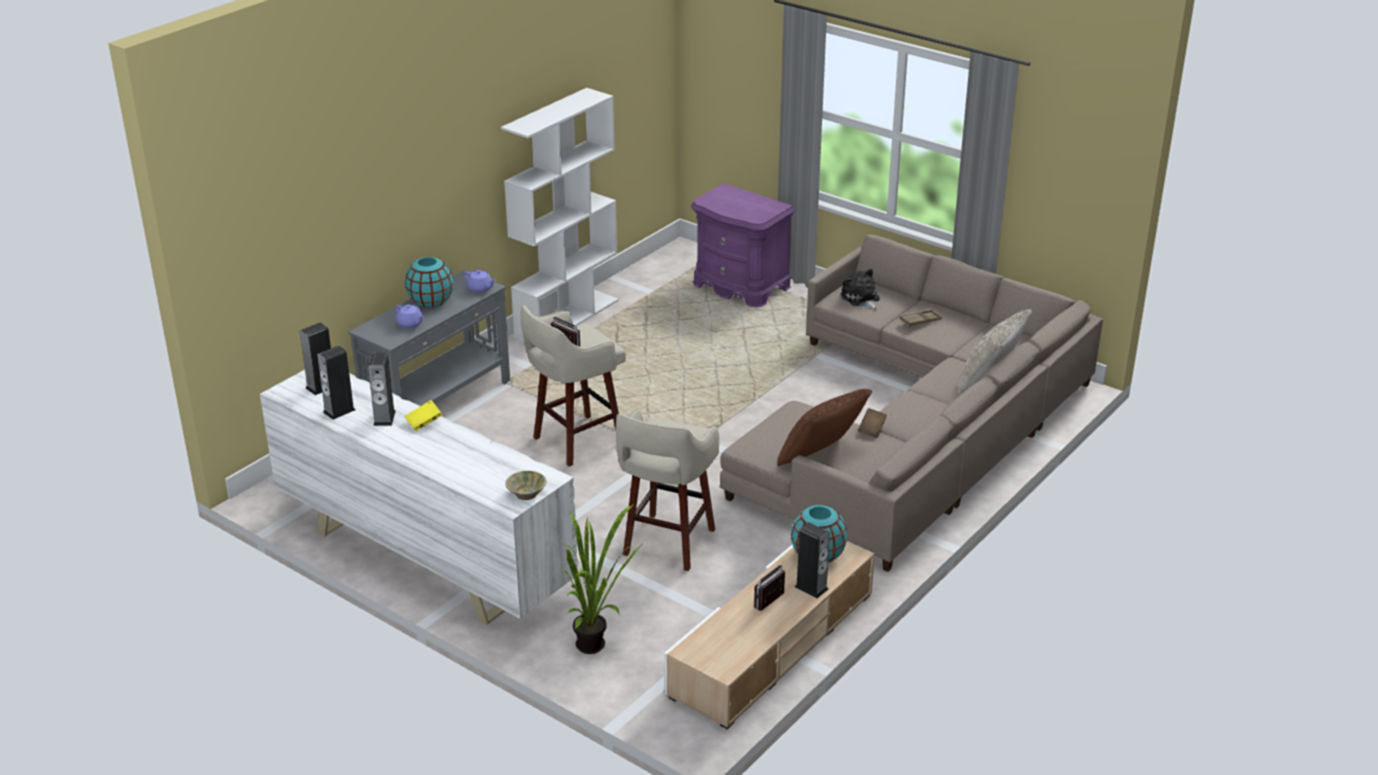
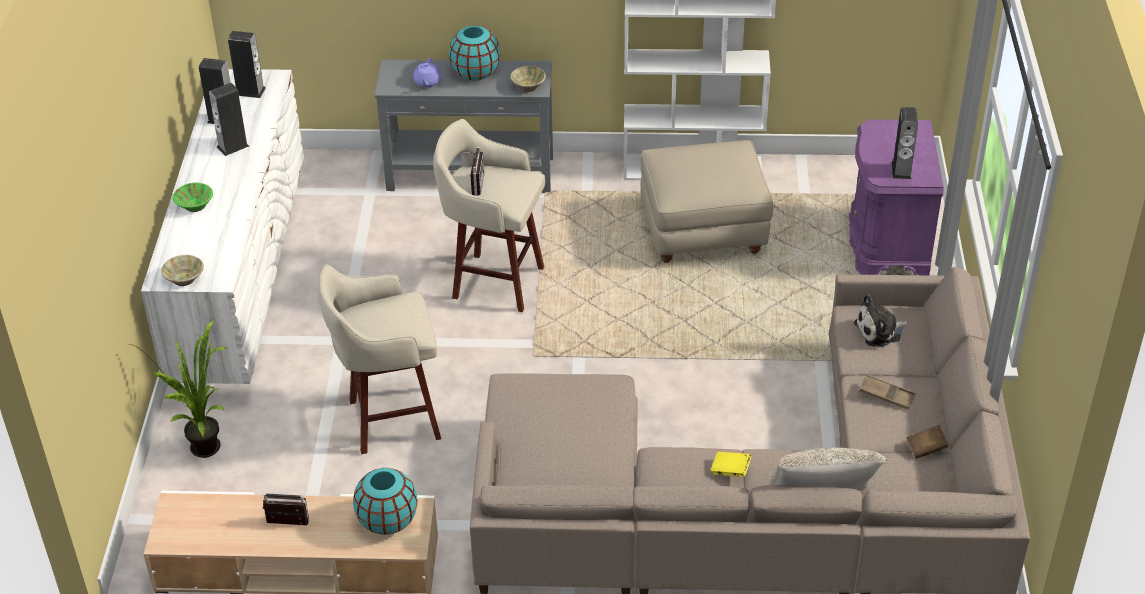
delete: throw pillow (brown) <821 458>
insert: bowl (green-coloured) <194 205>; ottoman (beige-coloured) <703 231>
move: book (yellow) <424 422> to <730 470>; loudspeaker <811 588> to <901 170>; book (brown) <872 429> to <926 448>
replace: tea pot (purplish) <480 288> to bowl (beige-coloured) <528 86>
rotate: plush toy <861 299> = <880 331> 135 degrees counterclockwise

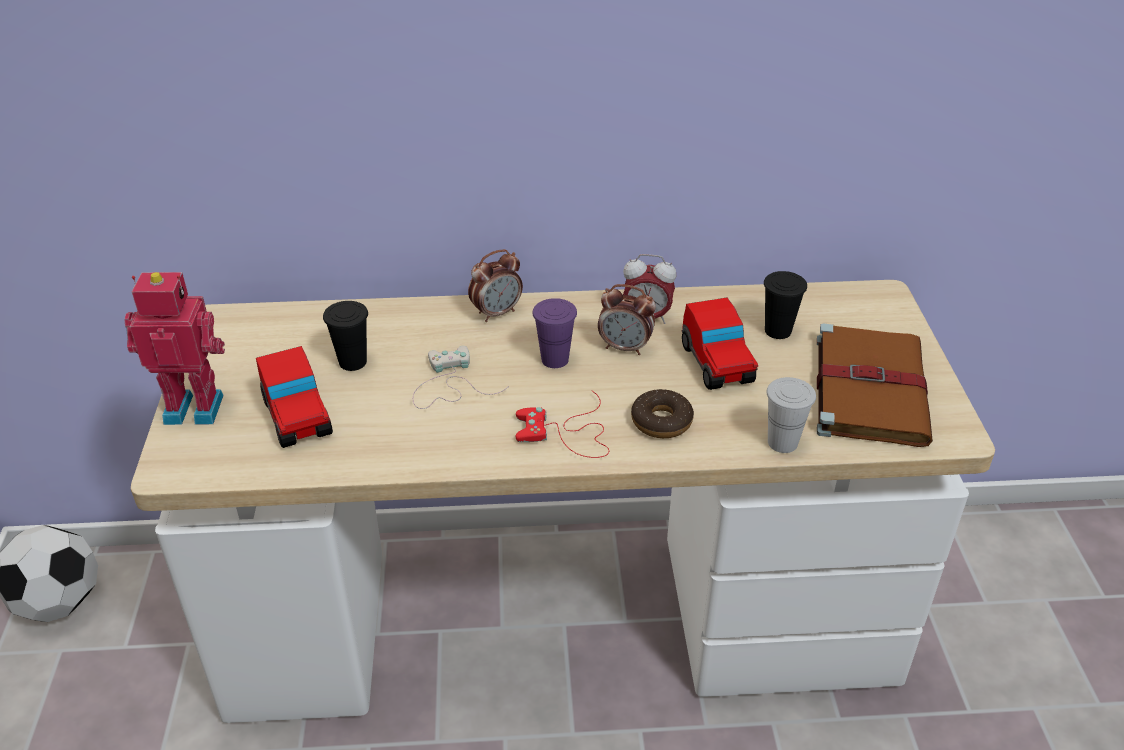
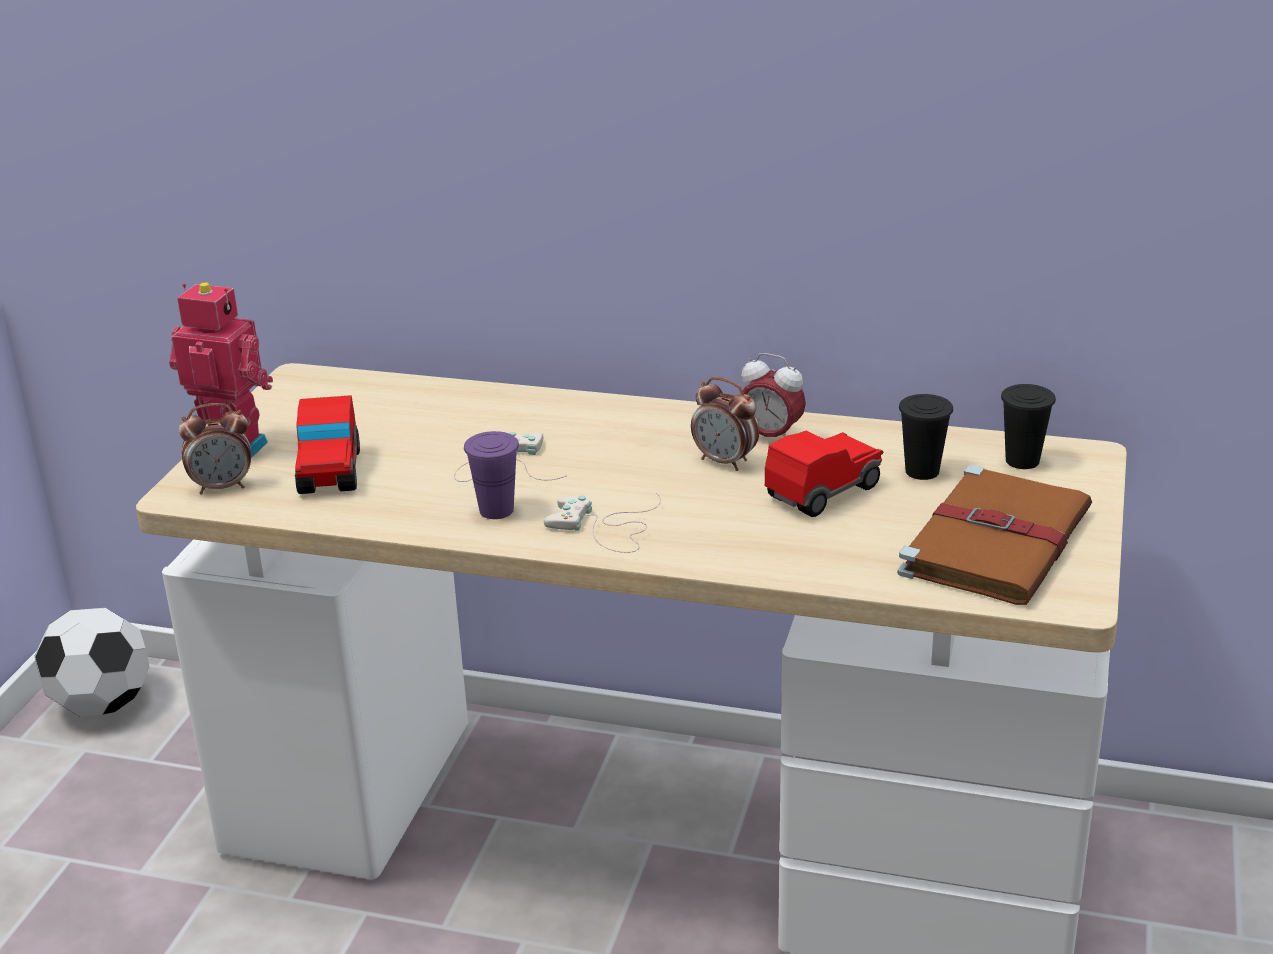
delete: ring doughnut <661 421>; cup (whitish) <782 442>
move: cup (blackish) <353 362> to <1022 461>; bedside clock <497 313> to <222 487>; cup (purplish) <555 359> to <496 510>
recolor: gamepad (red) <567 433> to gamepad (whitish) <606 528>
rotate: model car <717 364> = <823 492> 135 degrees counterclockwise

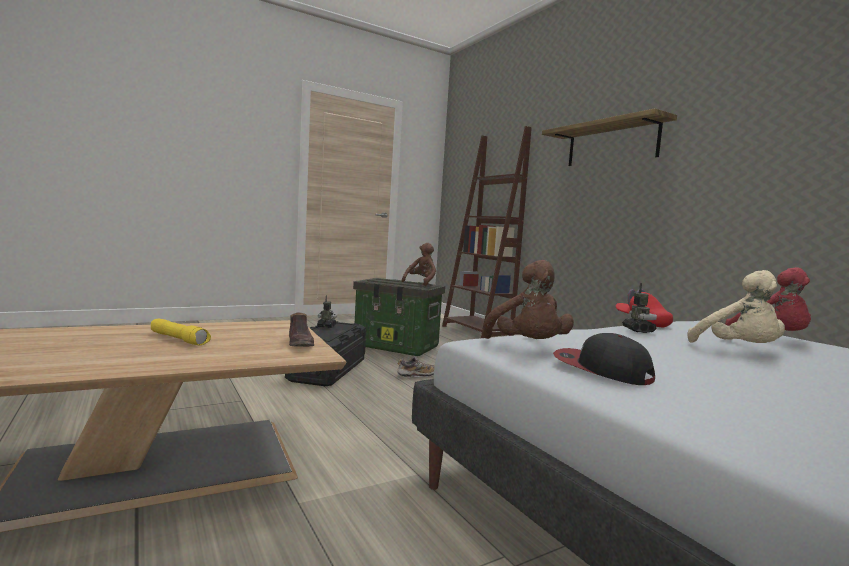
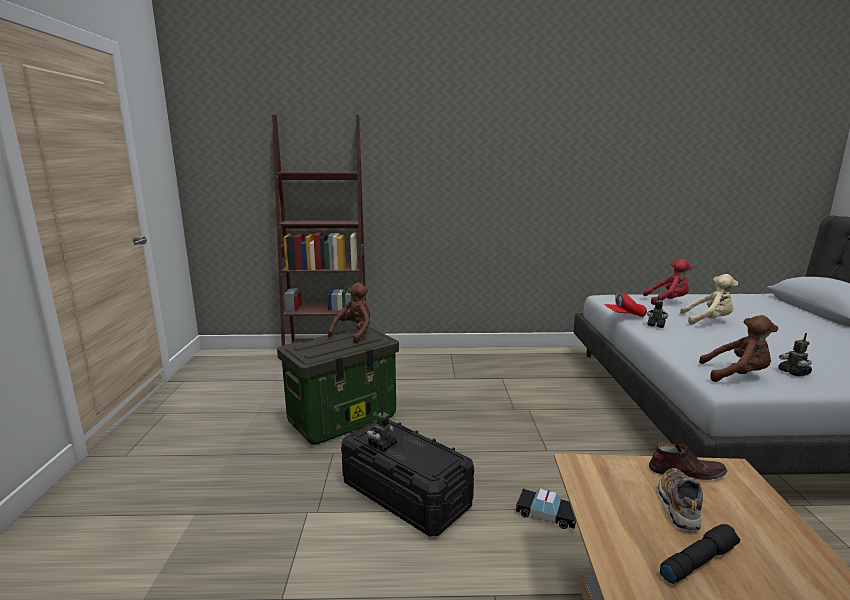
delete: wall shelf <611 144>
insert: model car <547 514>
move: item of footwear <417 375> to <678 506>
replace: peaked cap <601 370> to toy robot <794 372>
recolor: hand torch (yellow) <179 339> to hand torch (blackish) <697 560>
rotate: plush toy (brown) <421 283> = <354 333> 60 degrees clockwise

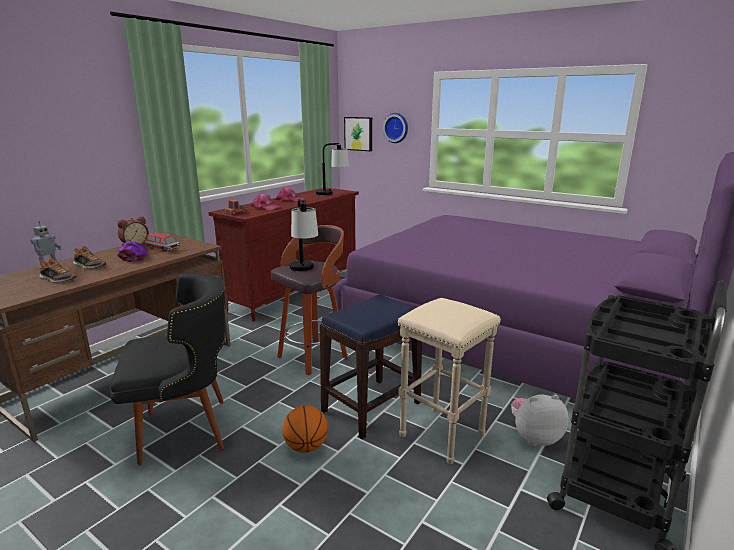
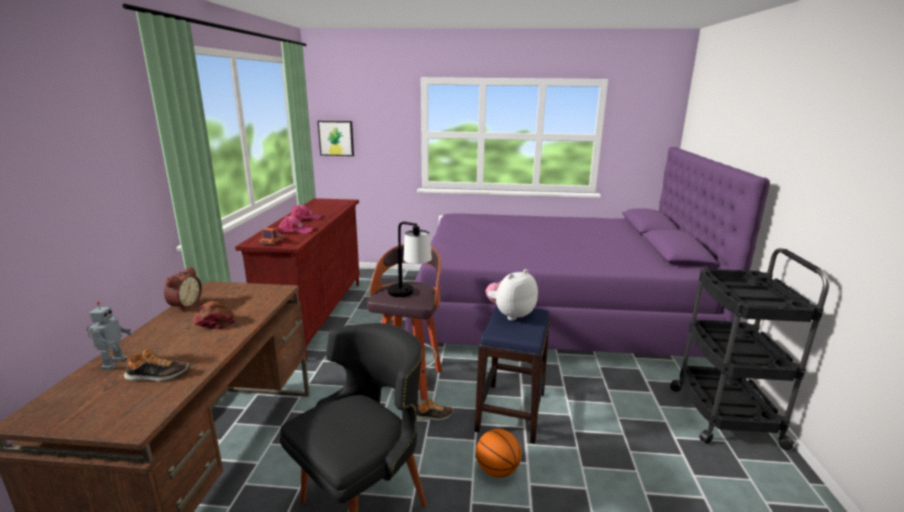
delete: model car <163 248>; table lamp <332 193>; wall clock <396 128>; stool (beige-coloured) <441 433>
move: item of footwear <89 266> to <434 416>; plush toy <534 437> to <510 314>
recolor: peaked cap (purplish) <134 257> to peaked cap (brown) <213 320>

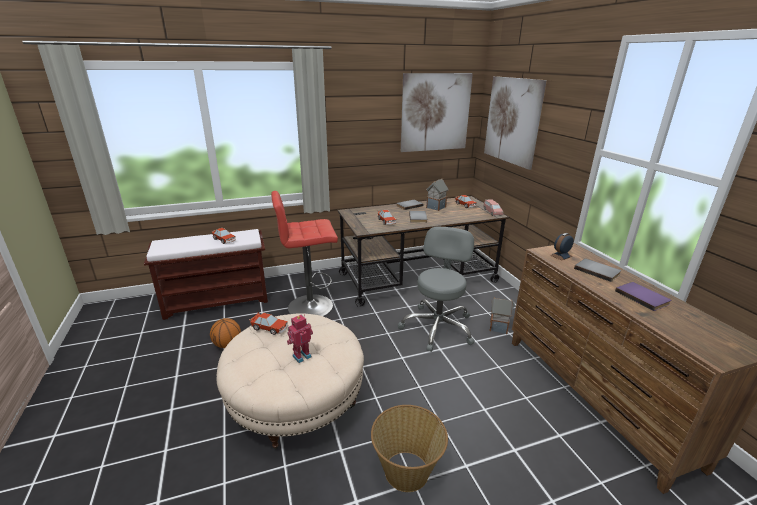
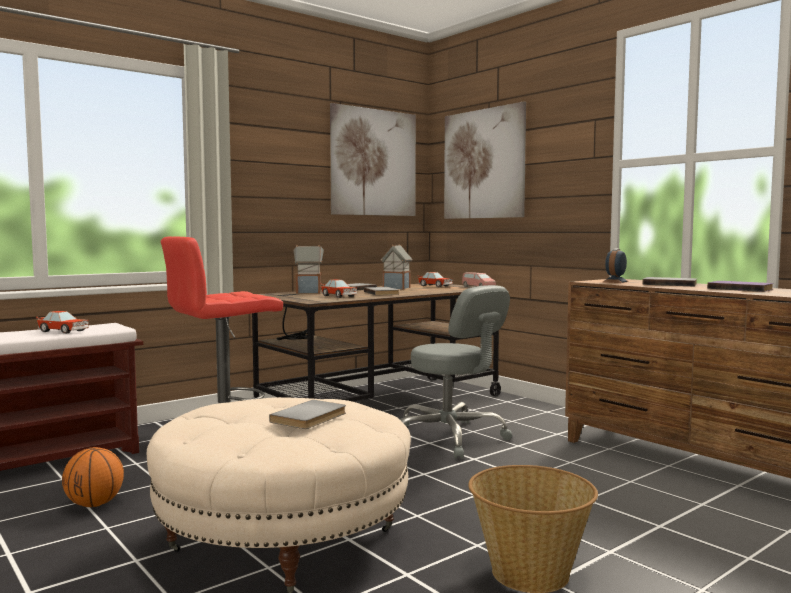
delete: model car <270 328>
move: miniature house <499 327> to <309 292>
replace: toy robot <301 356> to book (gray) <311 418>
rotate: desk chair (gray) <438 325> = <452 439> 135 degrees clockwise

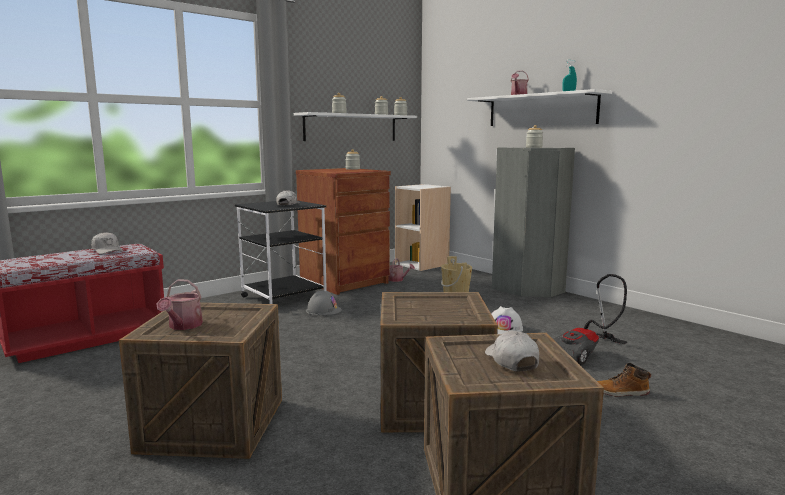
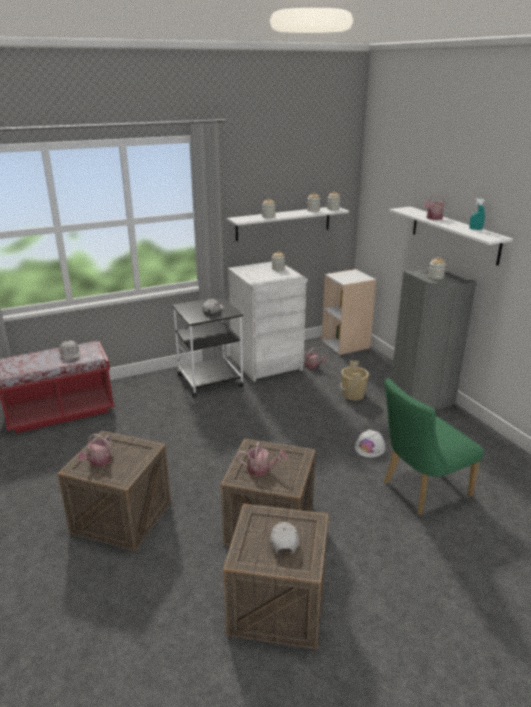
delete: safety helmet (gray) <323 310>; boot <621 392>
insert: sprinkling can <261 470>
replace: vacuum cleaner <587 353> to chair (green-coloured) <421 490>
recolor: chest of drawers (brown) <345 281> to chest of drawers (whitish) <267 363>

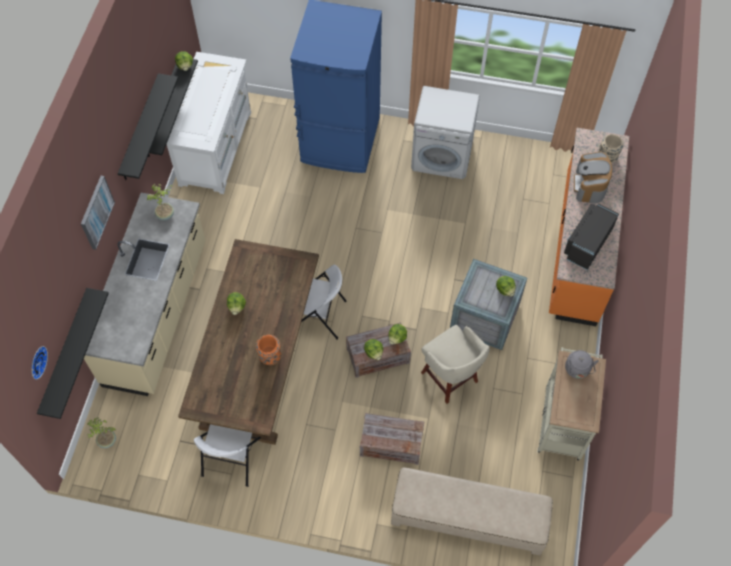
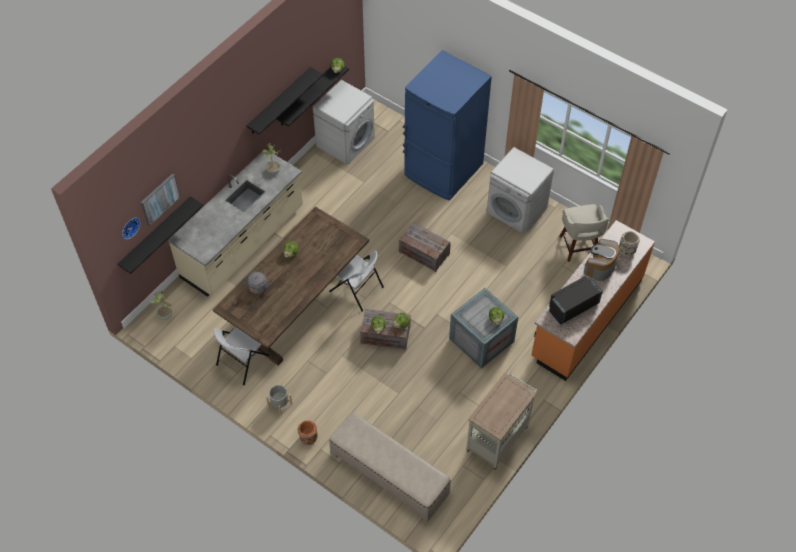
insert: planter (gray) <280 405>
move: wall picture <96 212> to <159 199>; vase (orange) <270 357> to <308 438>; packing crate <391 443> to <424 253>; stool (beige-coloured) <450 379> to <578 248>; tea kettle (gray) <577 370> to <257 288>
replace: chest of drawers (whitish) <215 147> to laundry appliance (whitish) <346 141>

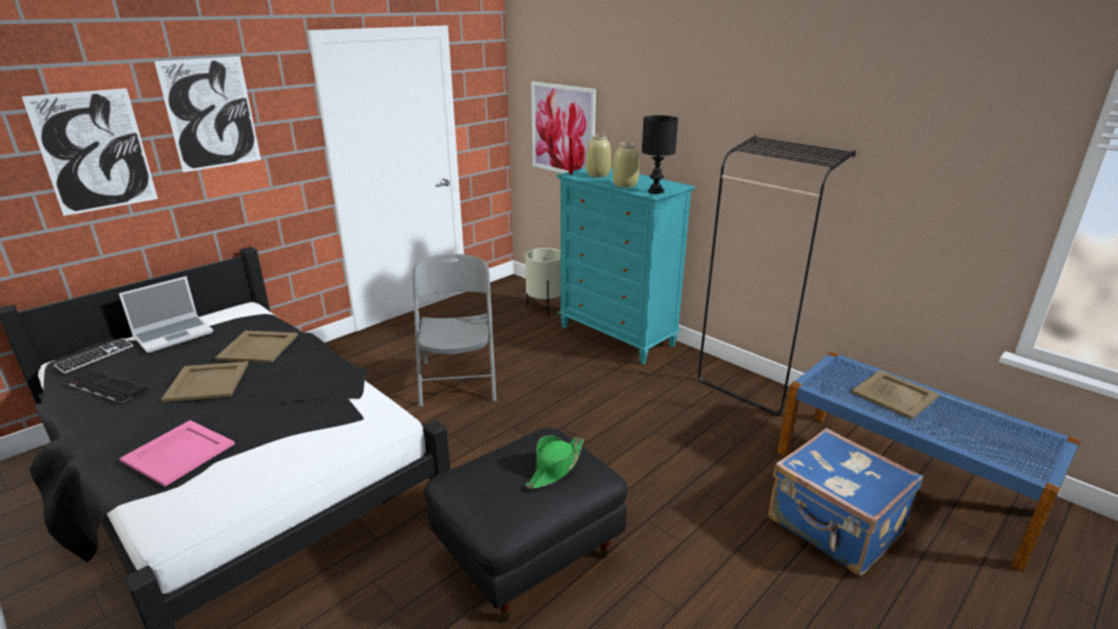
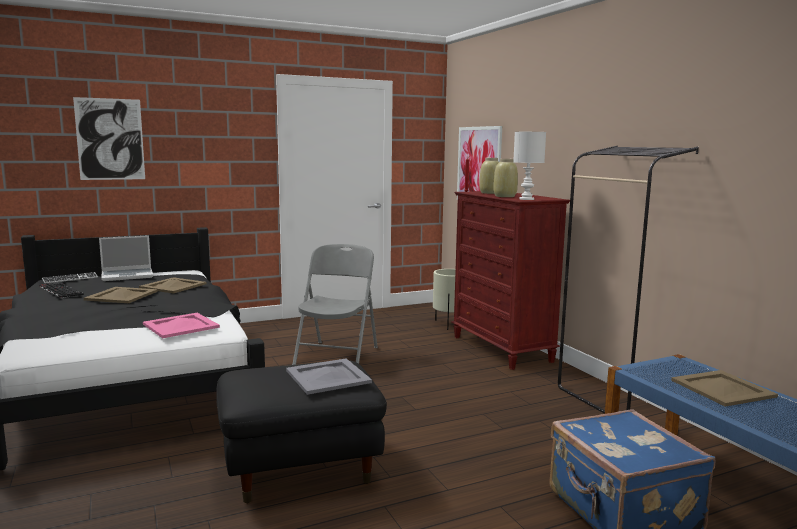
delete: wall picture <211 114>
move: tray (pink-coloured) <179 452> to <181 325>
replace: wearable hat (green-coloured) <555 467> to tray (gray) <327 376>
recolor: chest of drawers (turquoise) <618 336> to chest of drawers (red) <502 349>; table lamp (blackish) <656 192> to table lamp (whitish) <526 199>

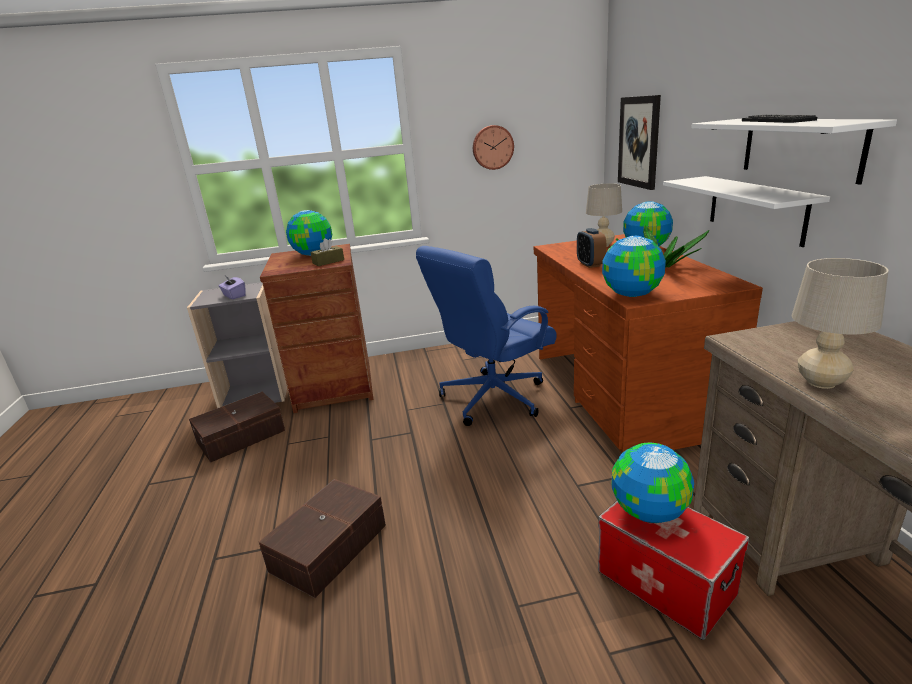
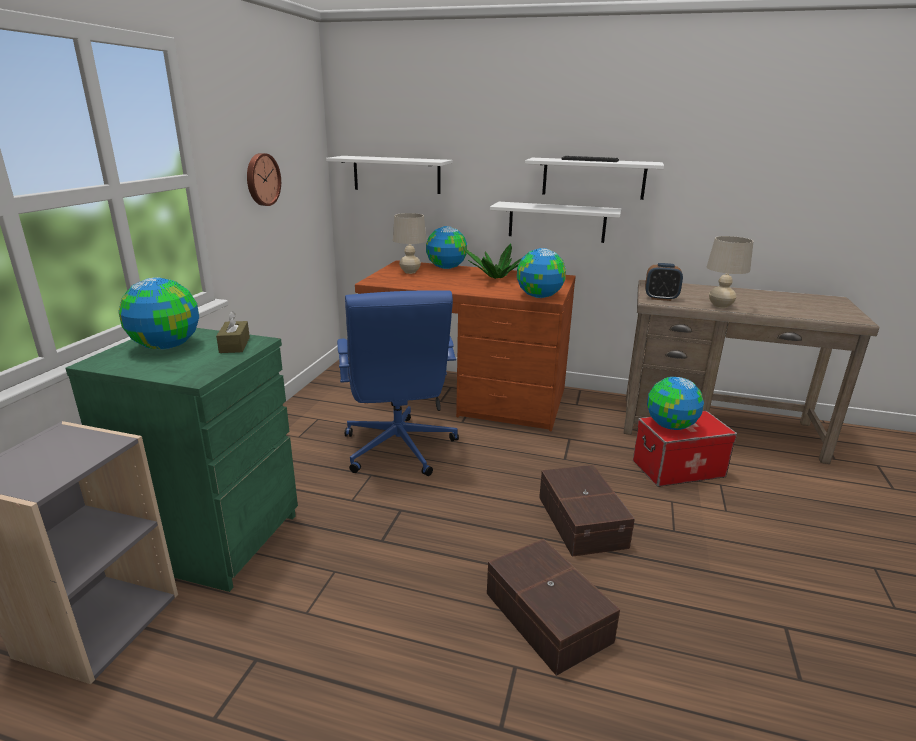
delete: tissue holder (purplish) <234 296>
move: storage bin (brown) <242 436> to <582 521>; bedside clock <590 264> to <661 298>
replace: wall picture <639 142> to wall shelf (whitish) <396 174>
recolor: chest of drawers (brown) <335 387> to chest of drawers (green-coloured) <215 538>

